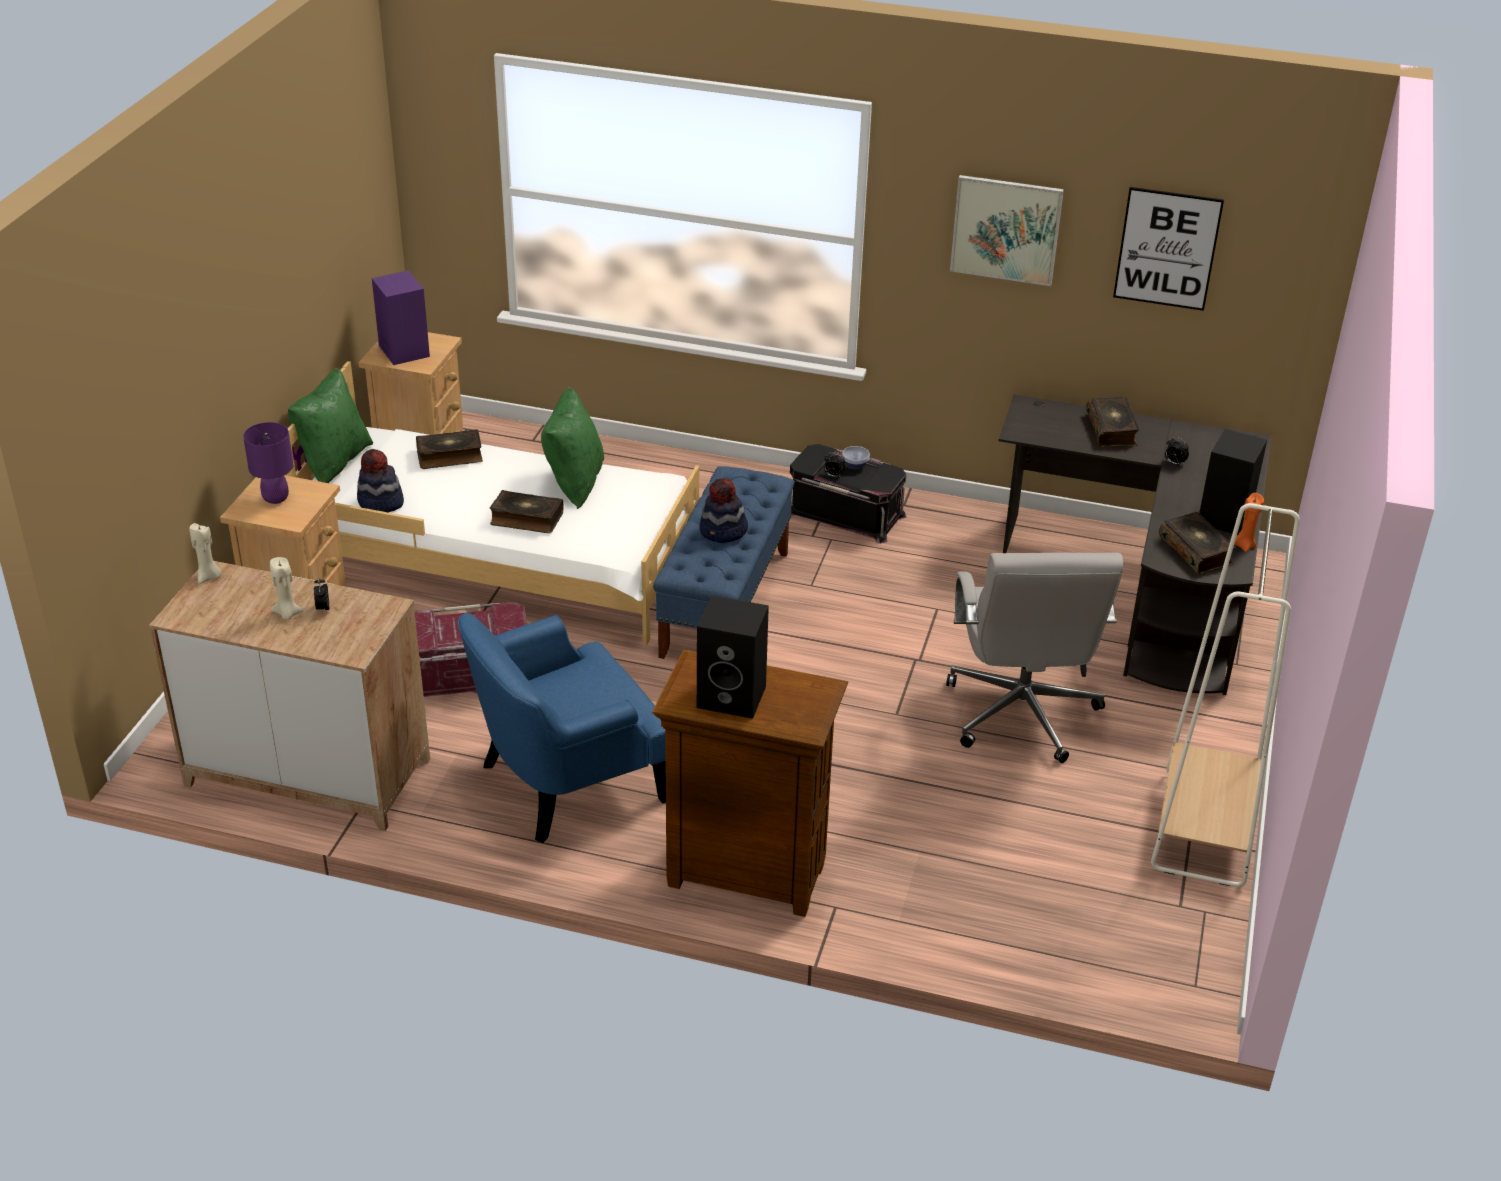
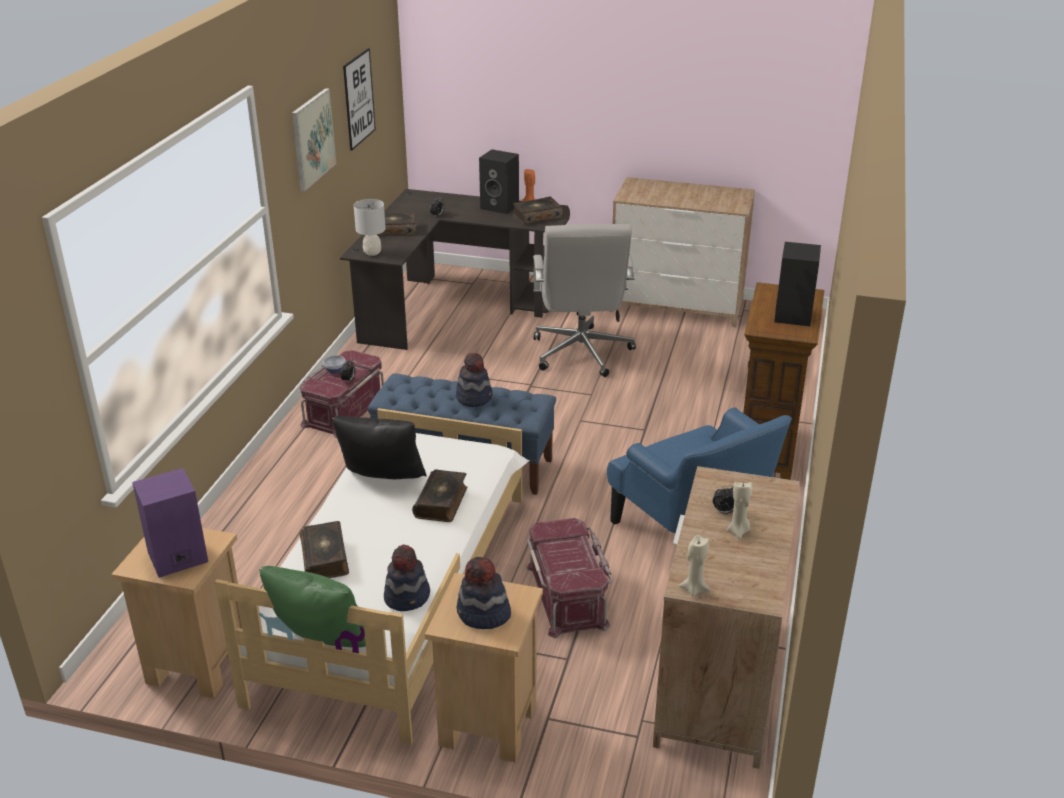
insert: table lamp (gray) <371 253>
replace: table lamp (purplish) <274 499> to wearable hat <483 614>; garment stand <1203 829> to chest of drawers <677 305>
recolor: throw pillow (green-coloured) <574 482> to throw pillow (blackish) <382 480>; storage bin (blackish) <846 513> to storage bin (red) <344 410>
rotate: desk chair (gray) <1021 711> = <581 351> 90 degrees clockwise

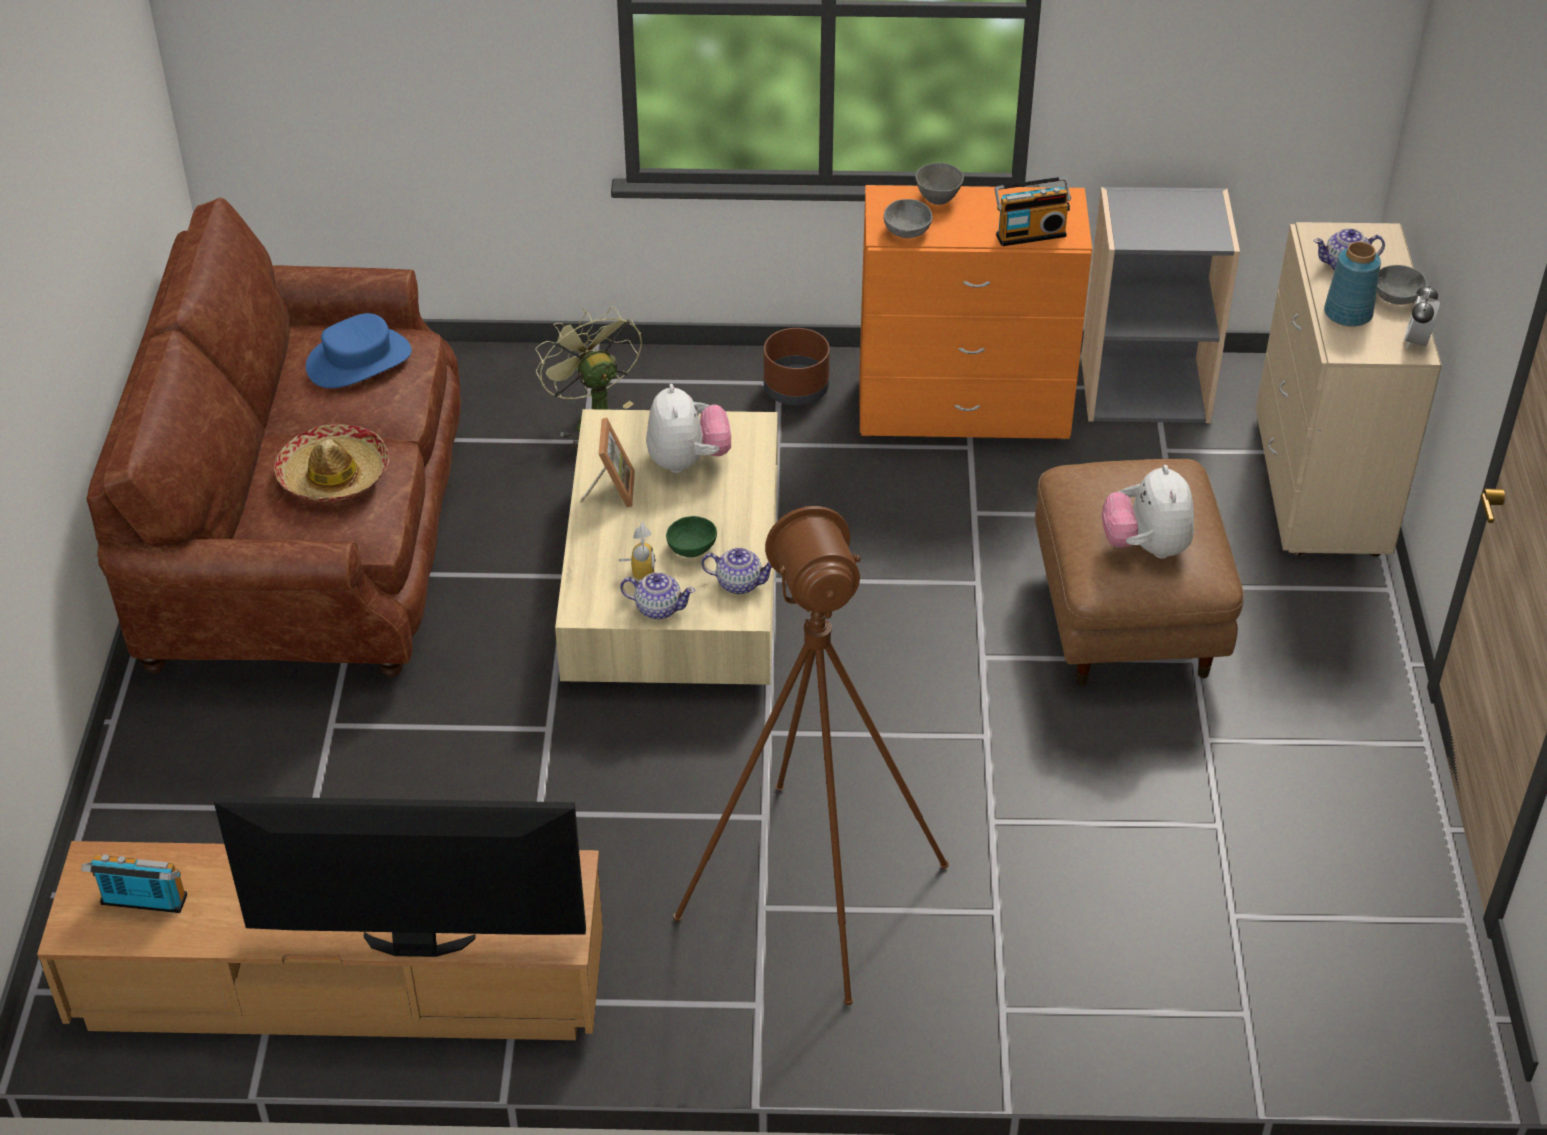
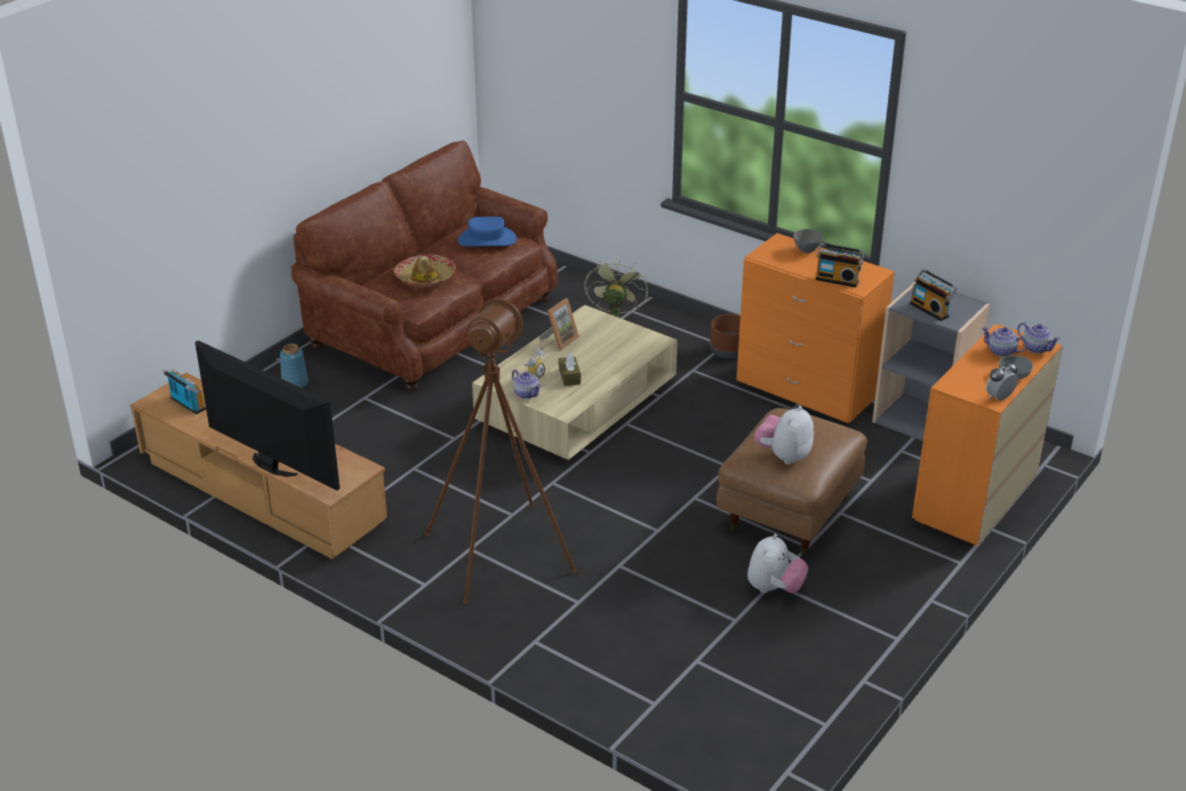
delete: bowl (gray) <908 231>
insert: radio set <930 310>
move: plush toy <688 461> to <774 588>; tea pot <738 583> to <1035 348>; vase (bluish) <1348 314> to <295 384>
replace: bowl (green-coloured) <690 548> to tissue holder (brown) <569 376>
recolor: chest of drawers (beige-coloured) <1320 488> to chest of drawers (orange) <974 502>

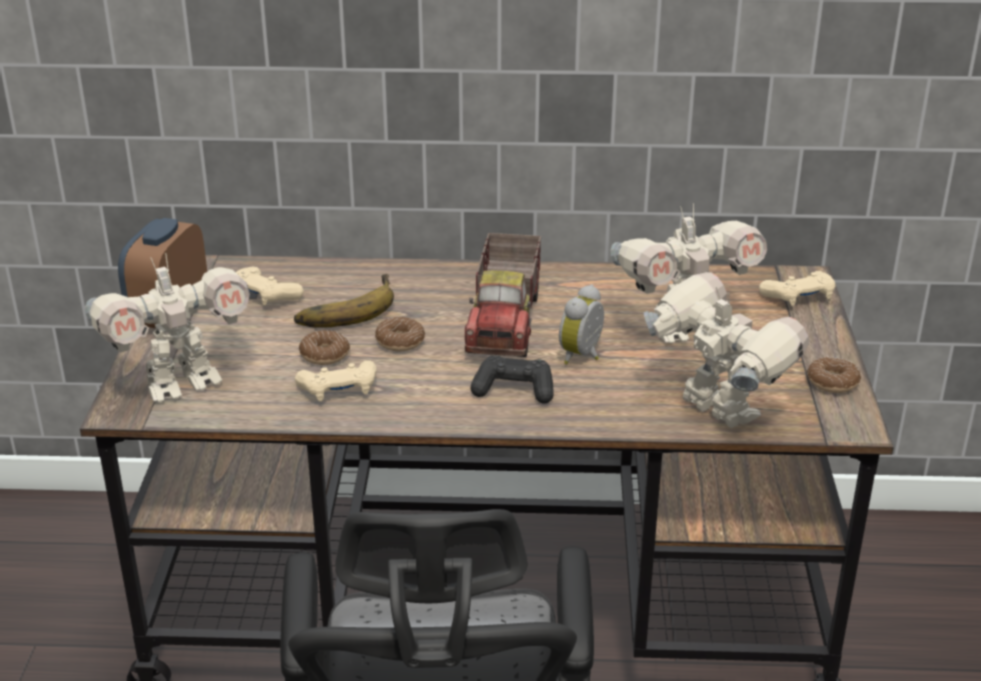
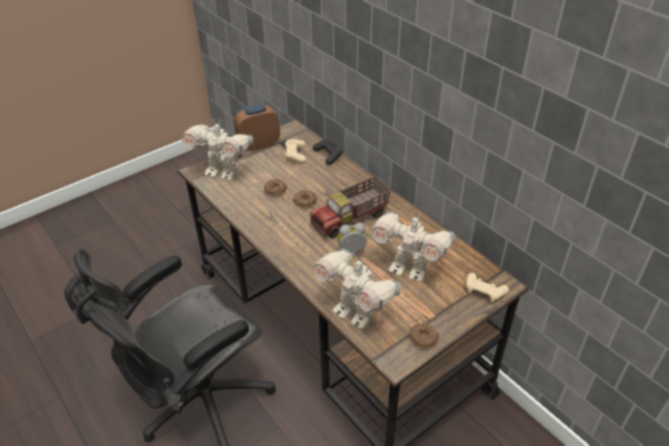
delete: banana <344 308>; gamepad (beige-coloured) <339 390>
move: gamepad (blackish) <514 390> to <328 155>
rotate: toy robot <716 412> = <355 313> 120 degrees clockwise

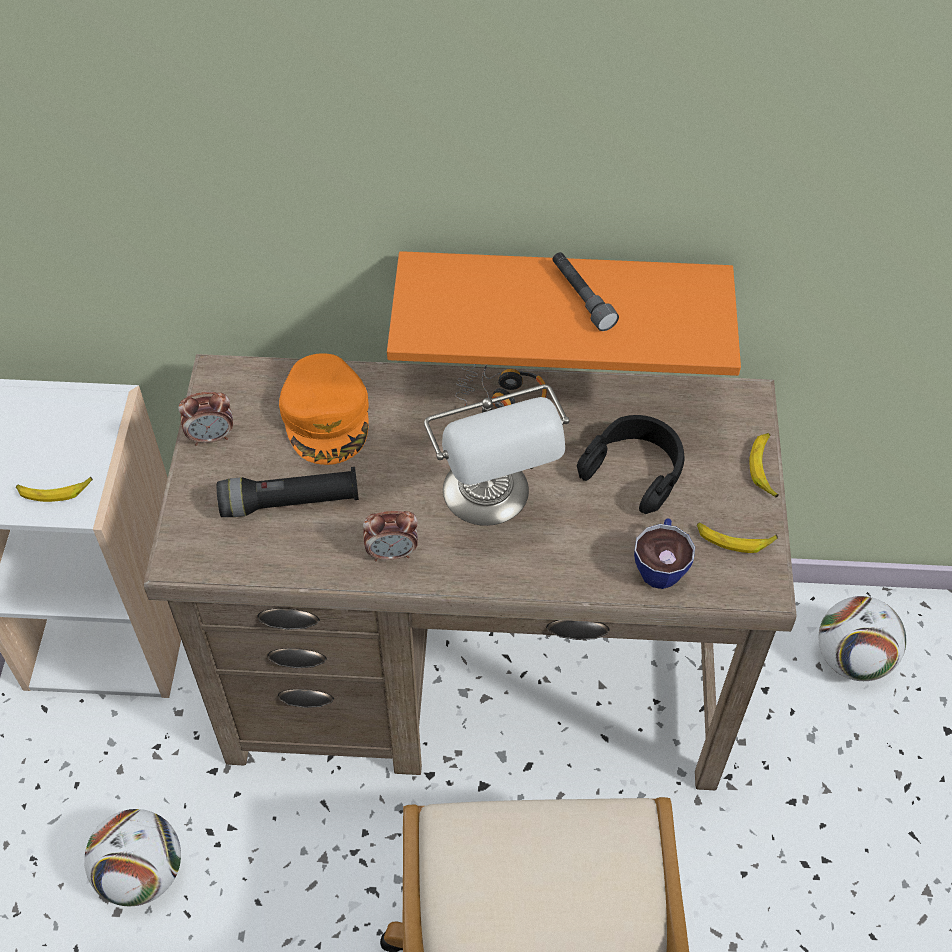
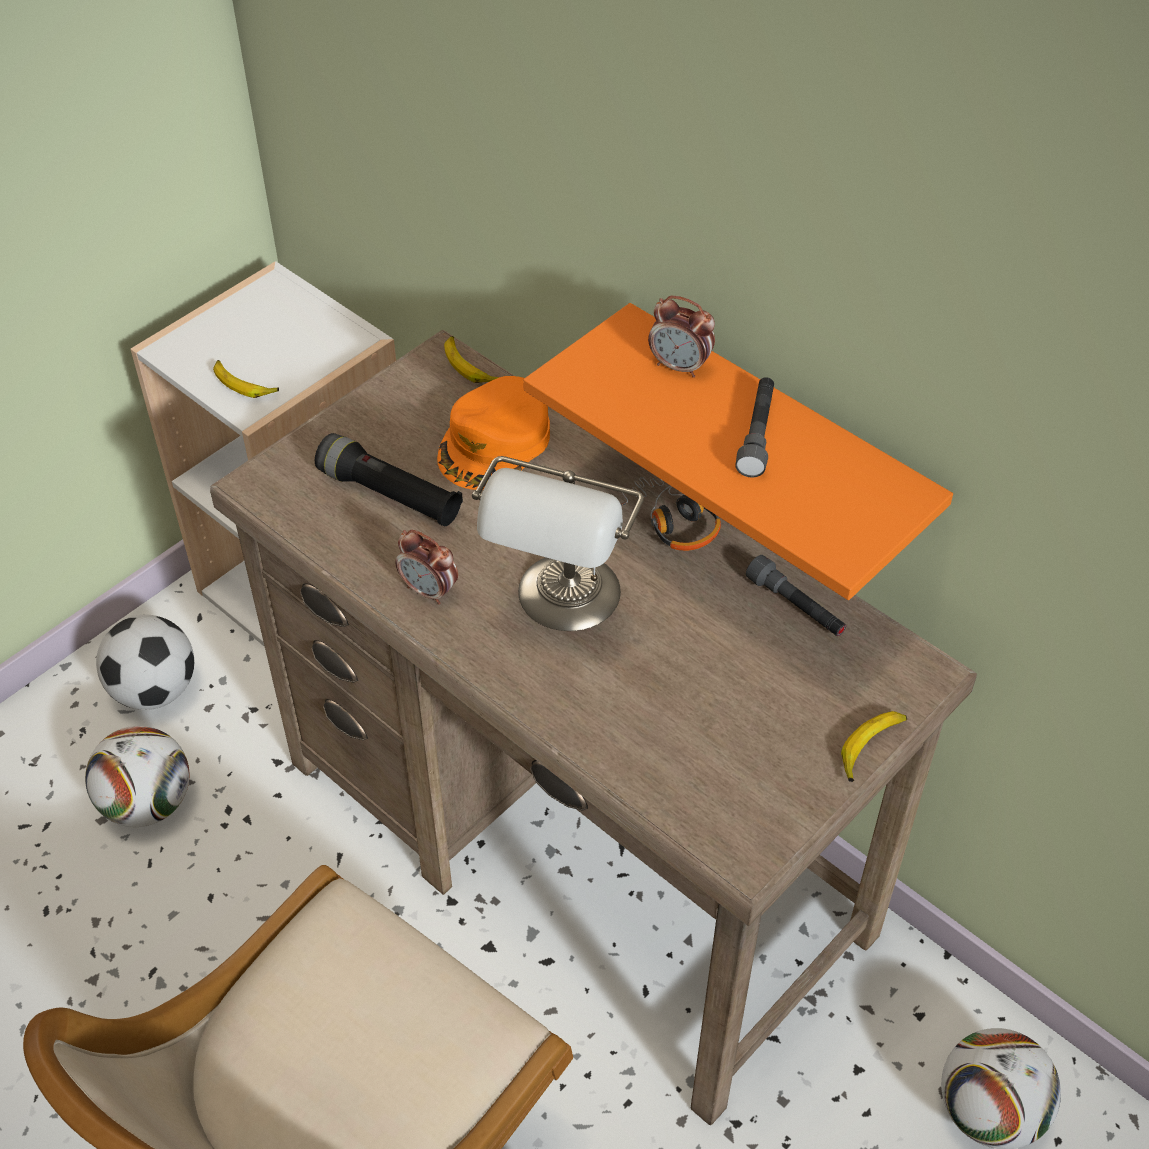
delete: headset (blackish) <635 470>; cup <660 564>
insert: ball for football <155 690>; hand torch (gray) <796 607>
move: bedside clock <211 437> to <680 366>; banana <734 539> to <469 366>

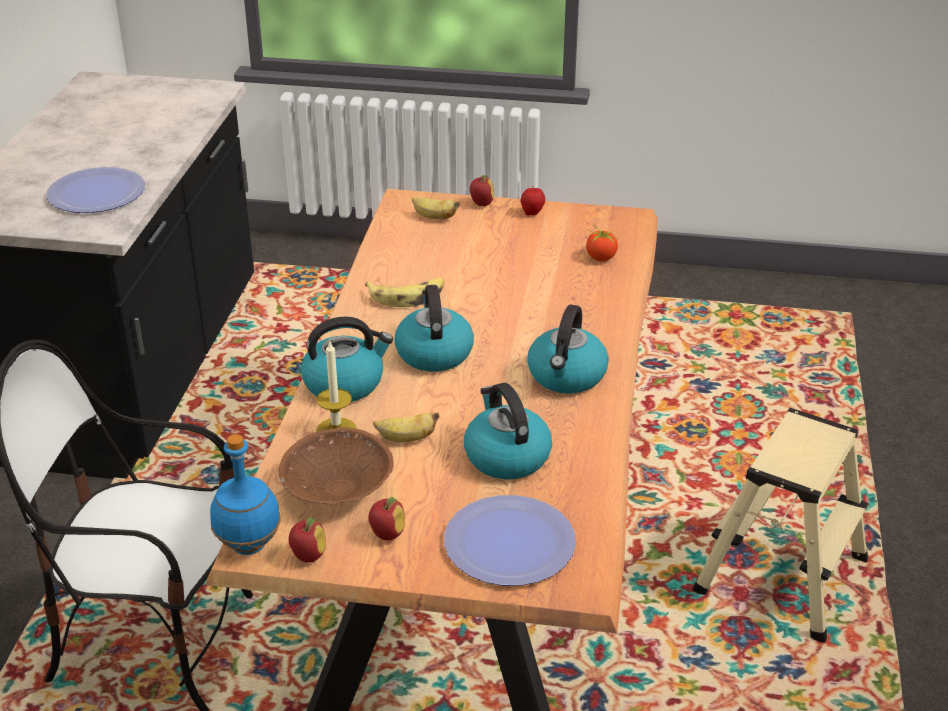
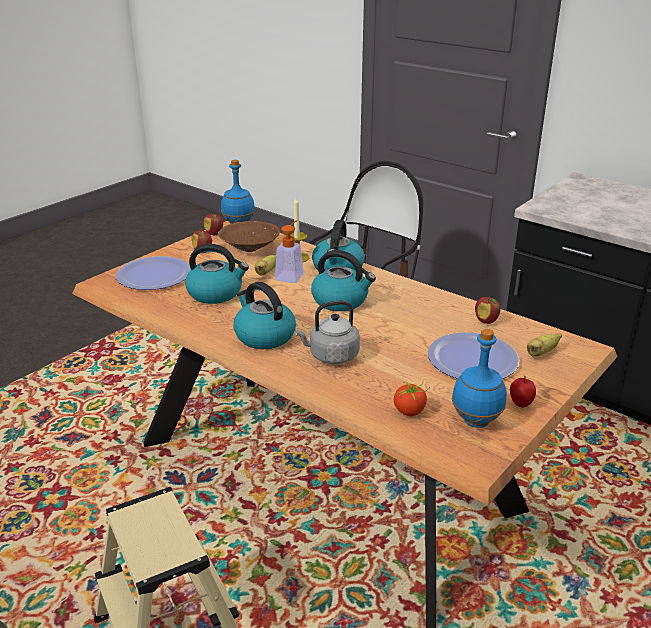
delete: banana <407 296>
insert: soap dispenser <291 275>; tea kettle (gray) <331 356>; bottle (bluish) <476 420>
move: dinner plate <97 193> to <472 359>; apple fruit <481 204> to <486 321>

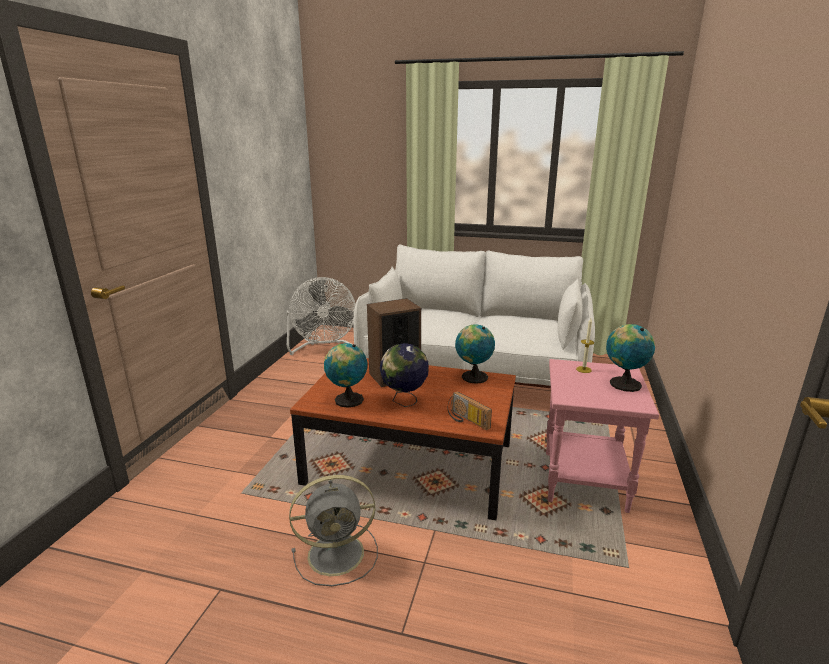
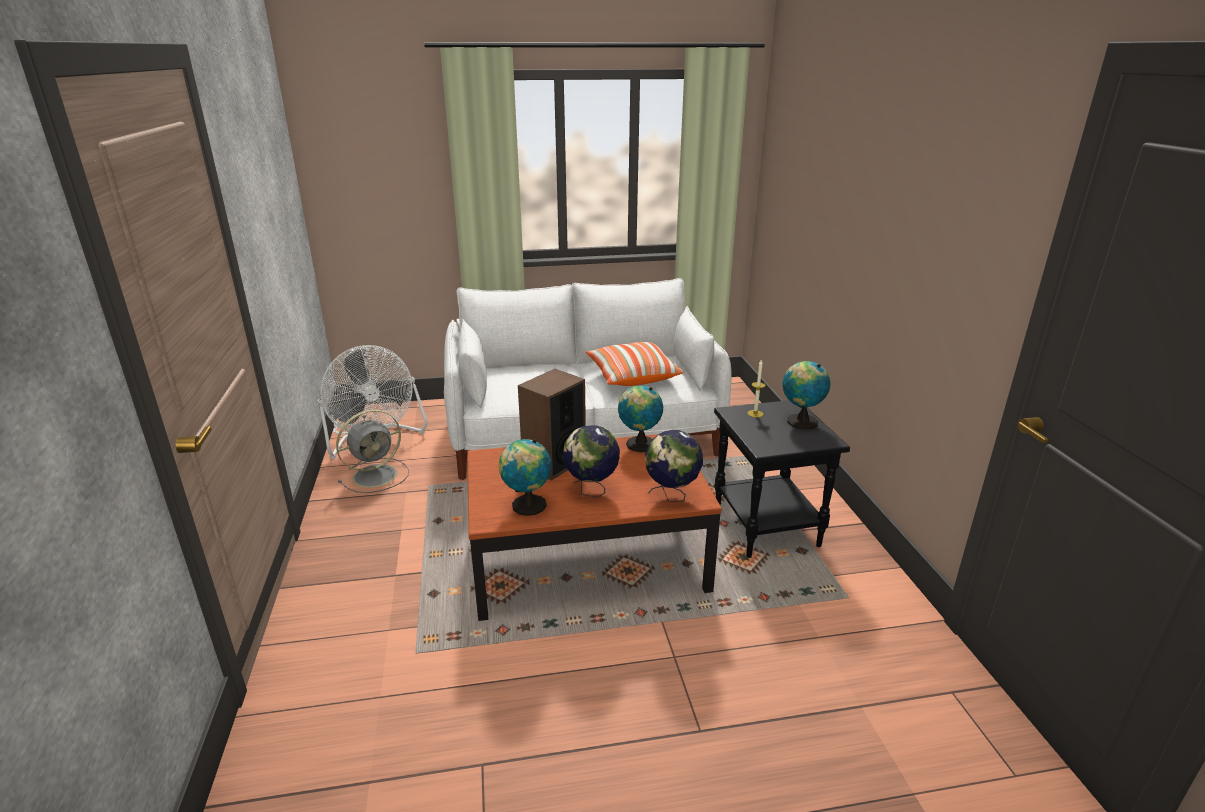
insert: throw pillow <632 376>
move: electric fan (gray) <338 553> to <377 475>
replace: radio set <466 420> to desk globe <672 496>
recolor: end table (pink-coloured) <586 482> to end table (blackish) <768 527>

